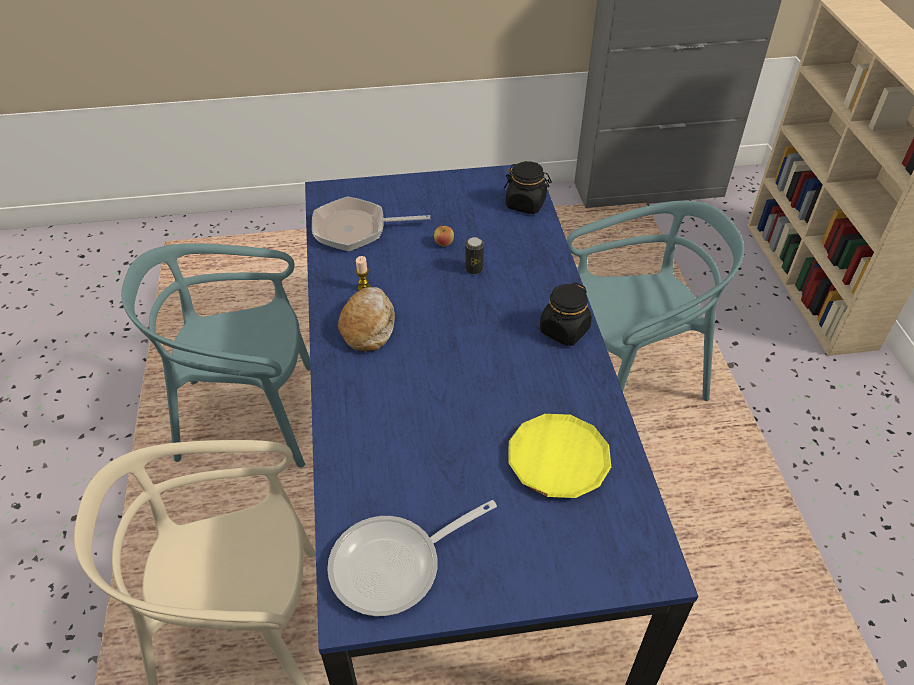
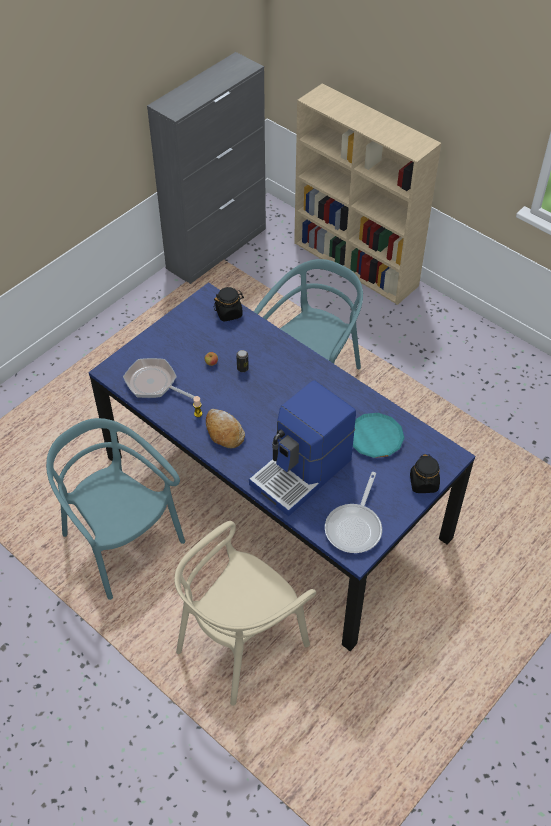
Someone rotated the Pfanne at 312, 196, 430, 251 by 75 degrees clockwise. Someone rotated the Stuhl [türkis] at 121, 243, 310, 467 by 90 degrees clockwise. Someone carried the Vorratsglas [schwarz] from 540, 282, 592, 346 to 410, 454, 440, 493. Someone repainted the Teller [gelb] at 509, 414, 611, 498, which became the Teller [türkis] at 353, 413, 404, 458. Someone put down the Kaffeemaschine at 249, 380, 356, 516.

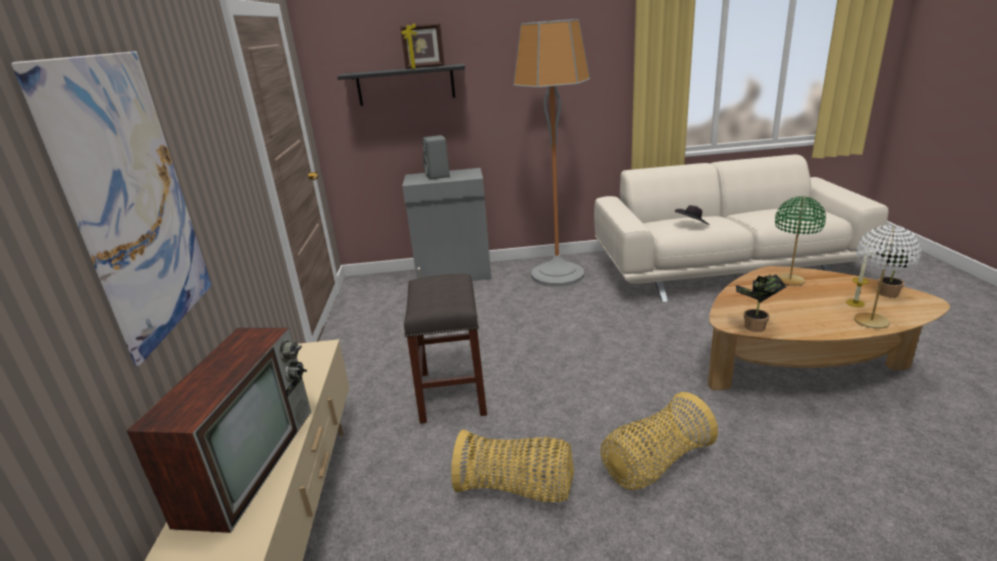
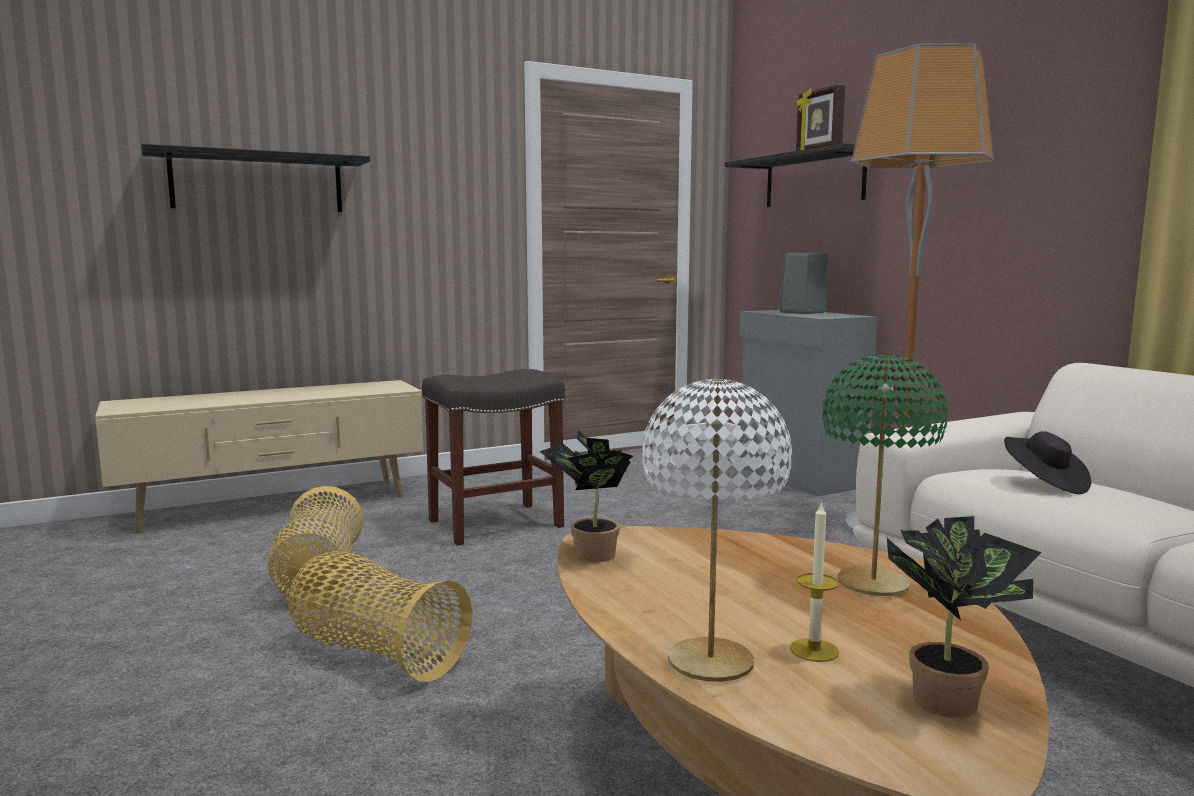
Someone swapped the Bild at 11, 51, 212, 366 for the Wandregal [schwarz] at 141, 144, 370, 212. Someone took away the Fernseher at 126, 328, 311, 533.

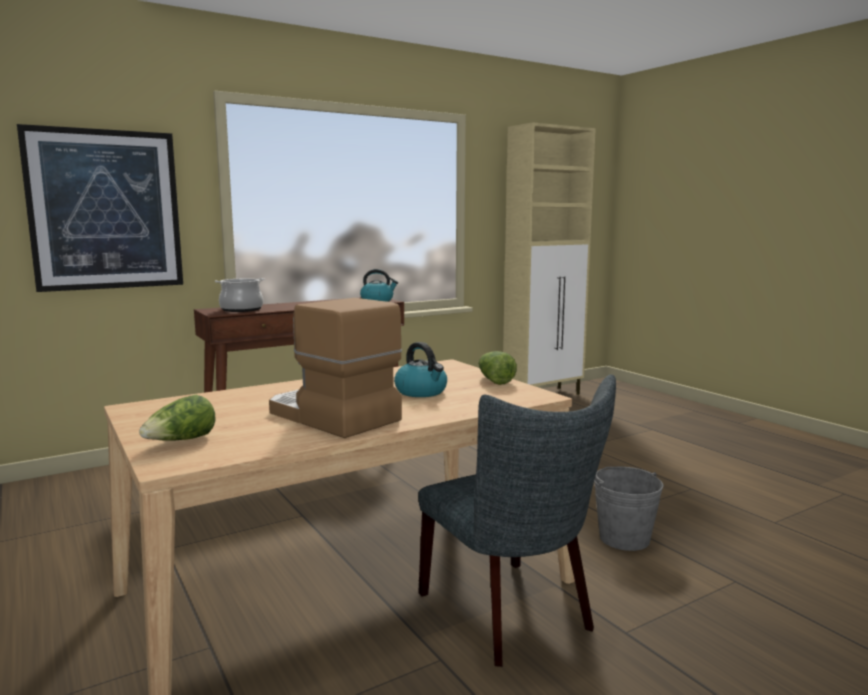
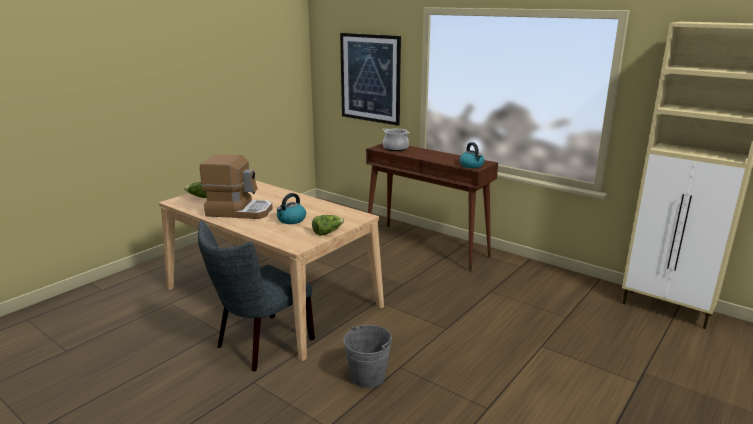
Someone rotated the Kaffeemaschine at 269, 298, 402, 438 by 75 degrees clockwise.

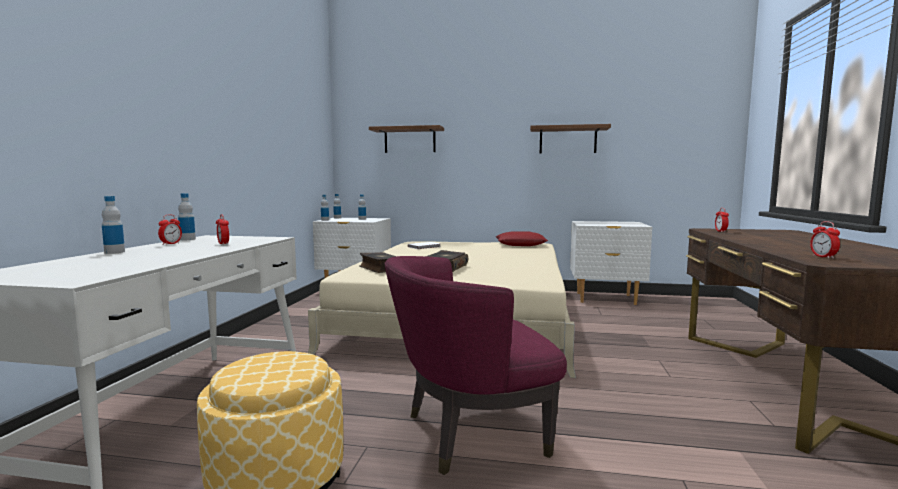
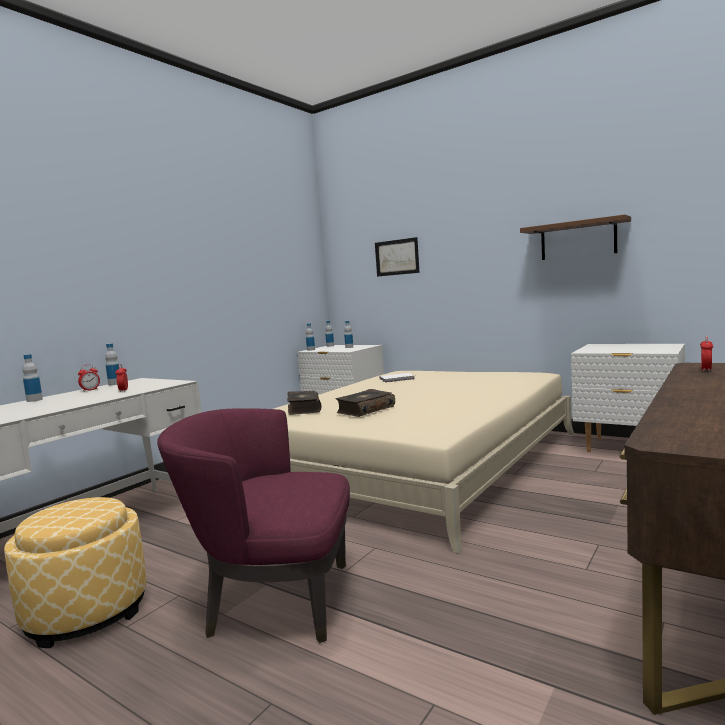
Someone swapped the Wandregal [braun] at 369, 125, 444, 153 for the Bild at 375, 237, 420, 277. Someone took away the Wecker at 810, 221, 840, 259. Someone took away the Kissen [rot] at 496, 231, 548, 246.

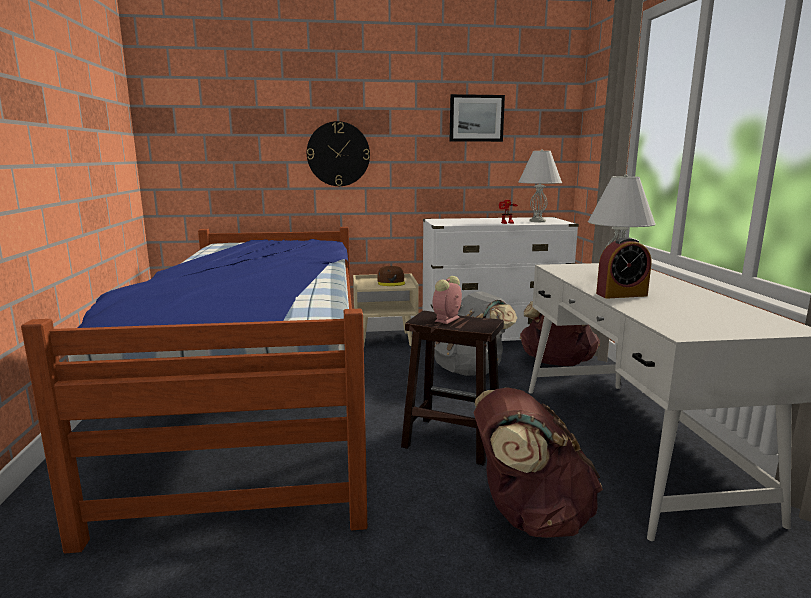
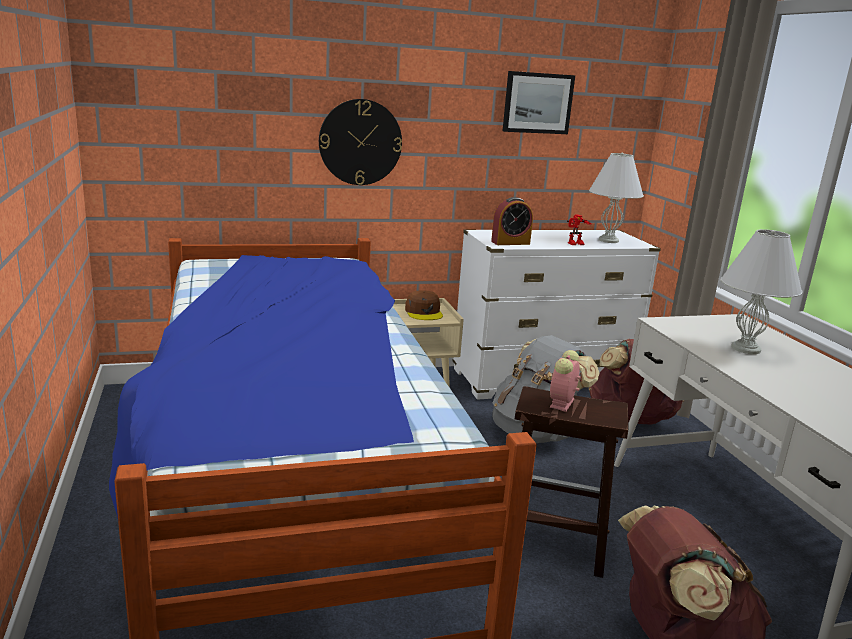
Someone carried the Wecker from 596, 237, 651, 299 to 491, 197, 533, 245.

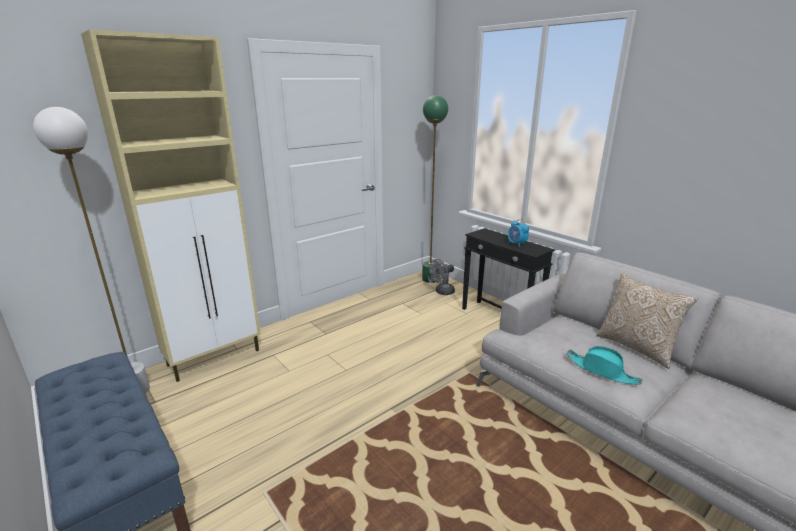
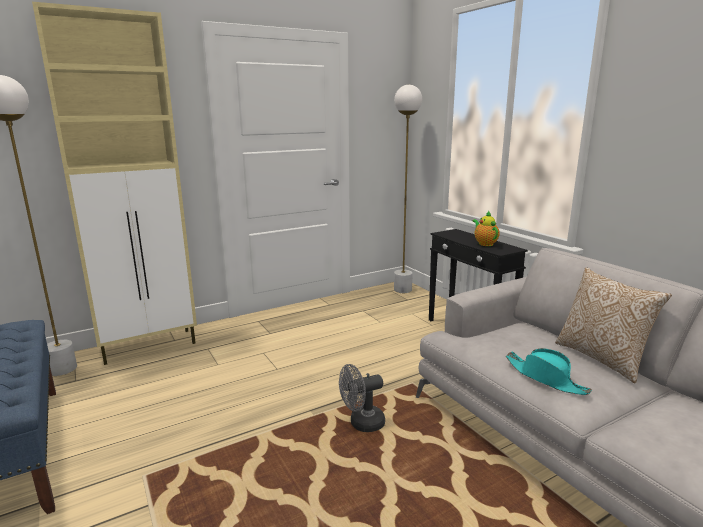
Someone repainted the Stehlampe [grün] at 422, 95, 448, 283, which became the Stehlampe [weiß] at 394, 85, 422, 293. Someone swapped the Wecker at 508, 219, 529, 247 for the Teekanne at 472, 211, 500, 246. Someone carried the Ventilator [grau] from 430, 259, 455, 295 to 339, 364, 385, 432.

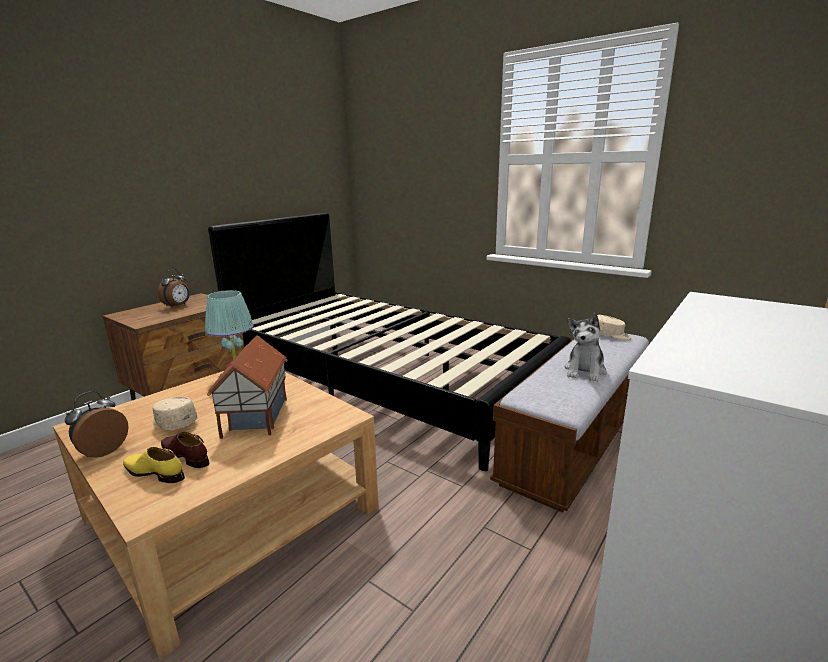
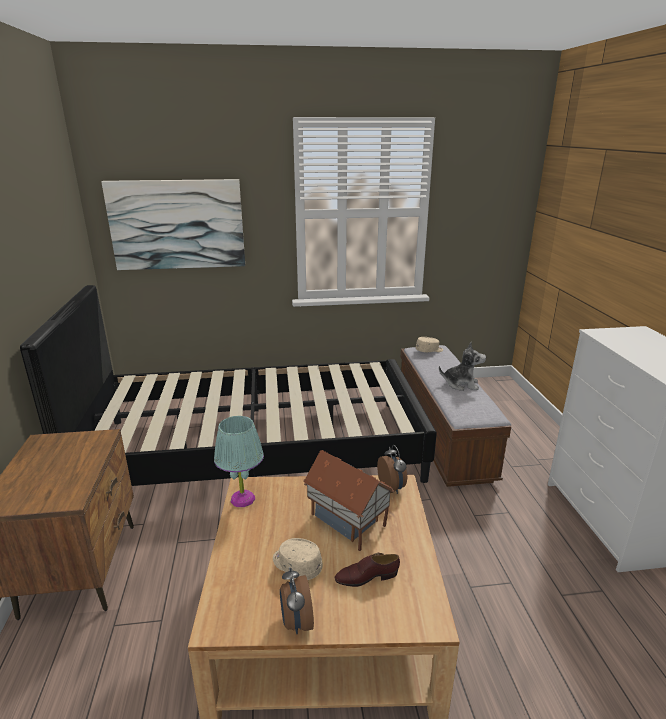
Someone carried the Wecker from 158, 269, 190, 308 to 377, 445, 407, 494. Someone rotated the Plüschtier at 564, 313, 607, 382 by 60 degrees counterclockwise. Someone rotated the Kappe [beige] at 153, 397, 198, 430 by 45 degrees clockwise. Someone took away the Schuh [gelb] at 123, 447, 185, 483. Someone put up the Bild at 101, 179, 245, 270.

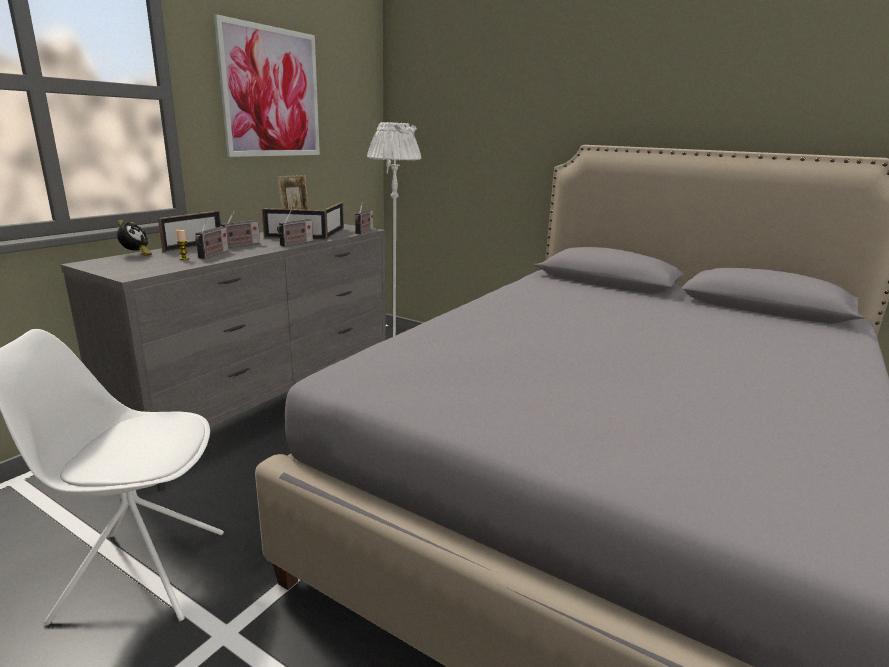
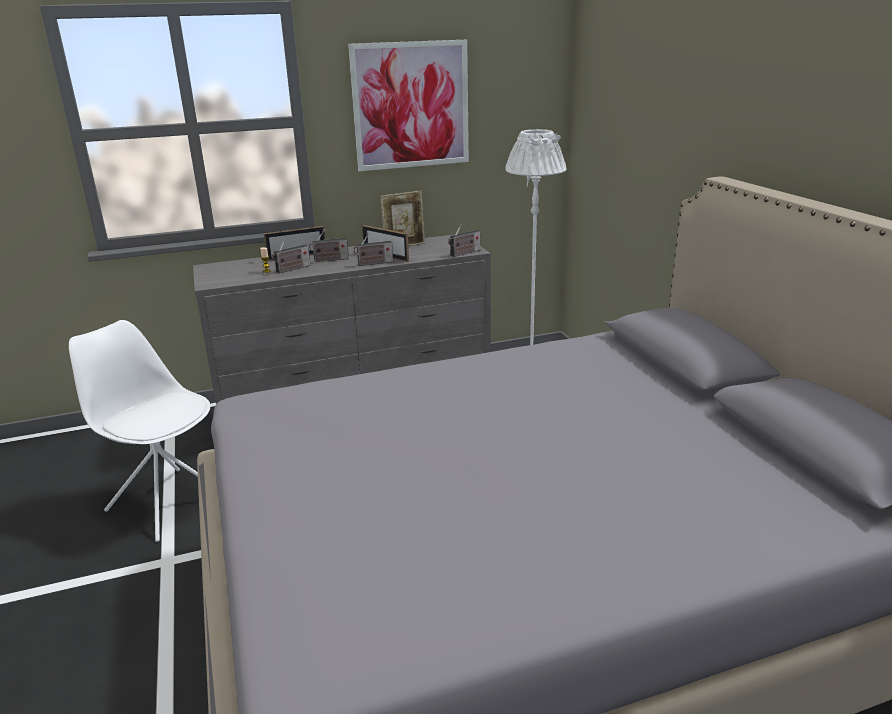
Someone took away the Bilderrahmen at 324, 202, 344, 239. Someone took away the Wecker at 117, 220, 152, 256.

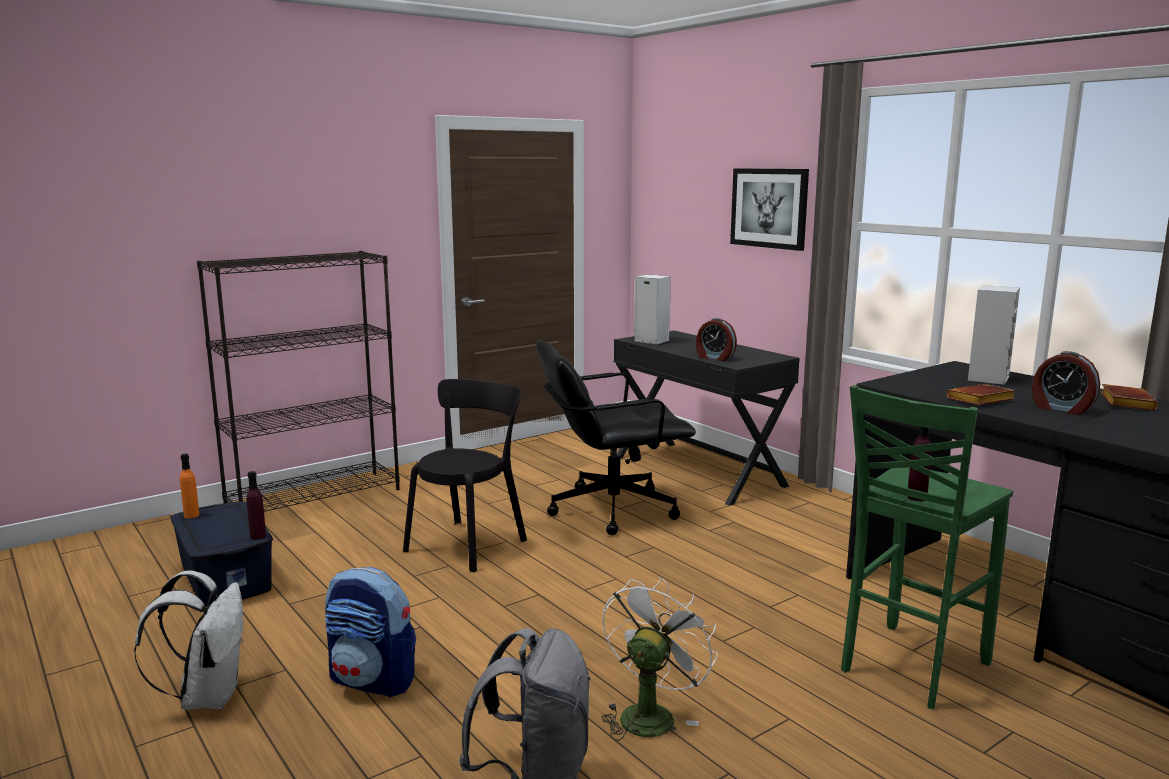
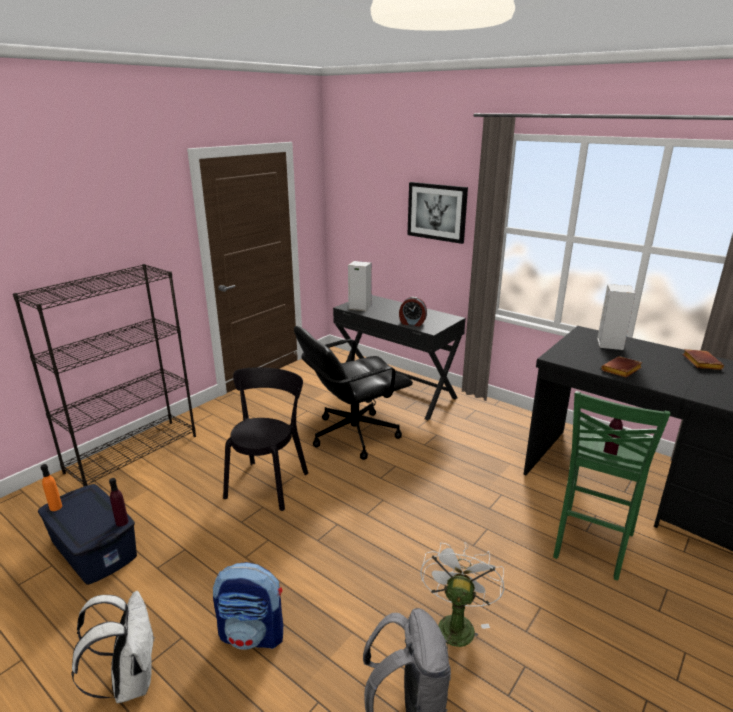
Someone took away the Wecker at 1032, 351, 1100, 415.

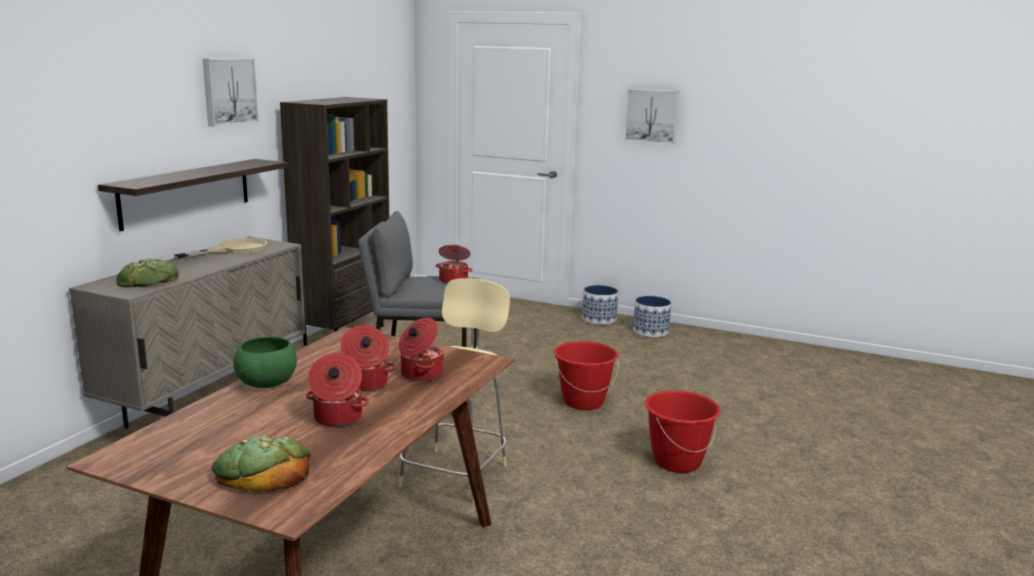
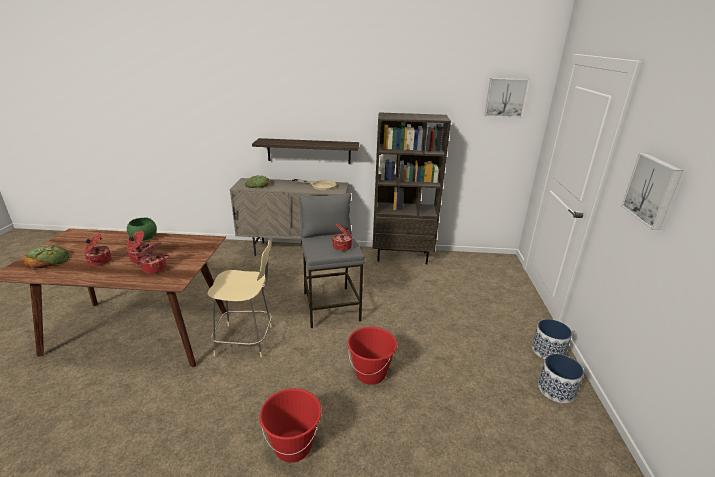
Someone carried the Bild from 203, 58, 259, 127 to 484, 78, 529, 118.

